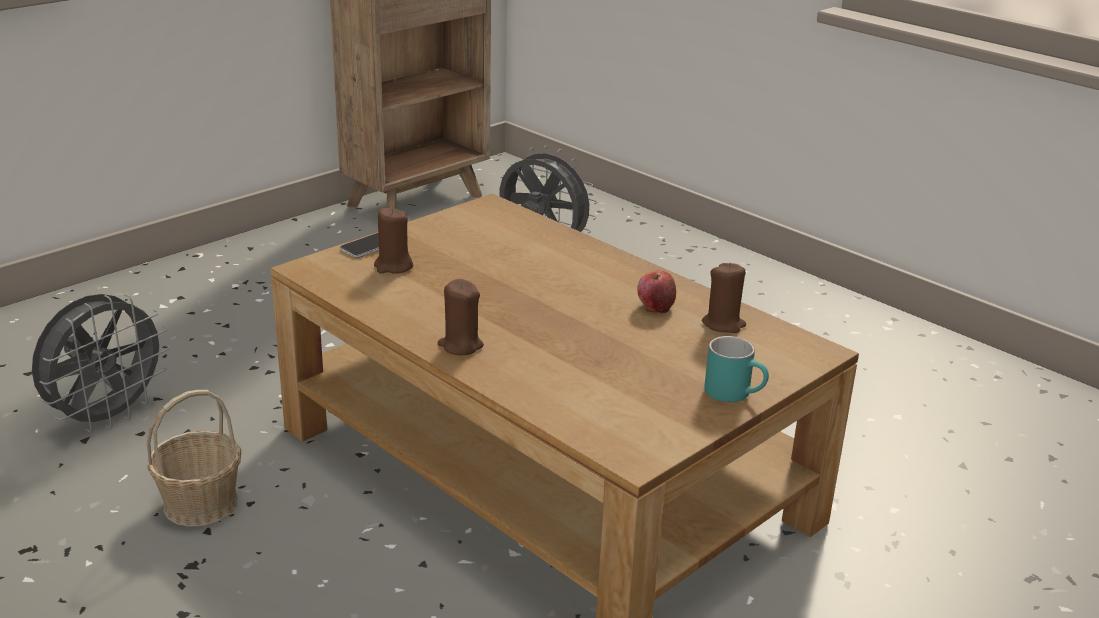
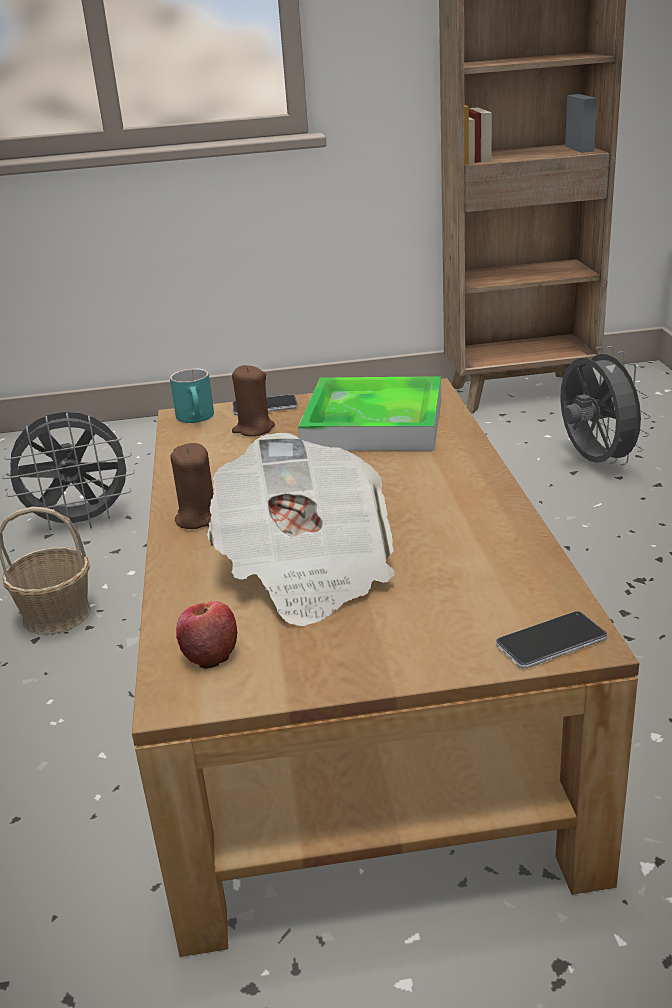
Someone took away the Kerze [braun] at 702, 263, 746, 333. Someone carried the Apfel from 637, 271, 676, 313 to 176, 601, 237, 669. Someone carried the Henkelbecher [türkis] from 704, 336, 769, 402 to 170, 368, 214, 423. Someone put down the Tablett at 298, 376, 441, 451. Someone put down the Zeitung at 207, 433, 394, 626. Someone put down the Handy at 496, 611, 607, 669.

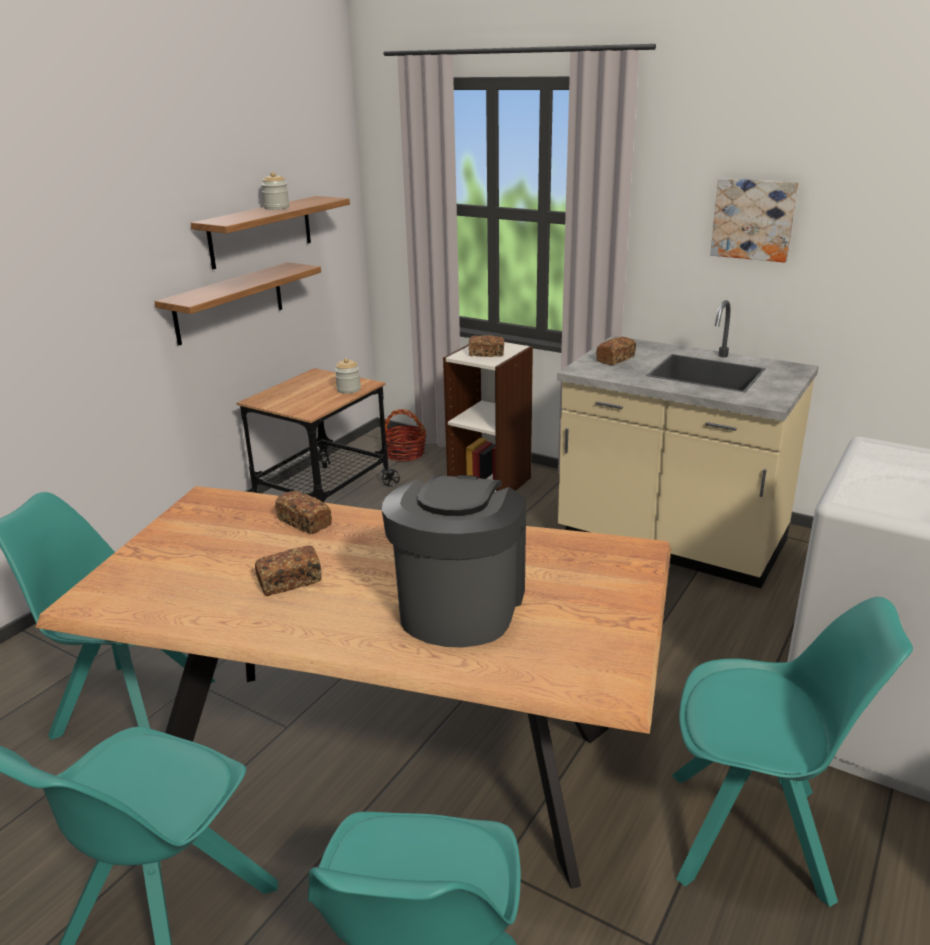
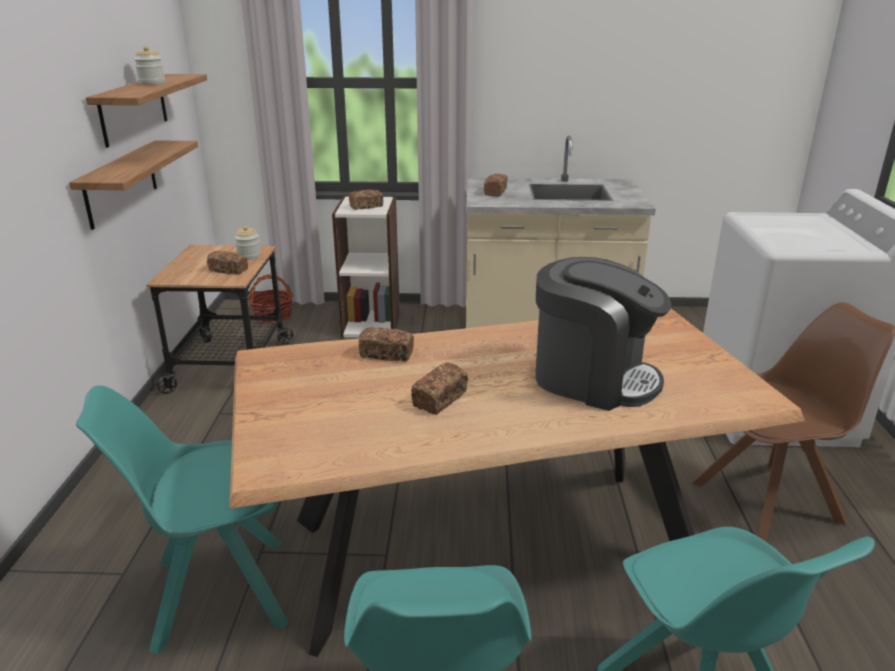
Someone took away the Bild at 710, 178, 798, 262. Someone rotated the Kaffeemaschine at 382, 475, 526, 648 by 135 degrees clockwise. Someone repainted the Stuhl [türkis] at 672, 597, 913, 907, which became the Stuhl [braun] at 692, 302, 895, 542. Someone put down the Brot at 207, 251, 248, 275.

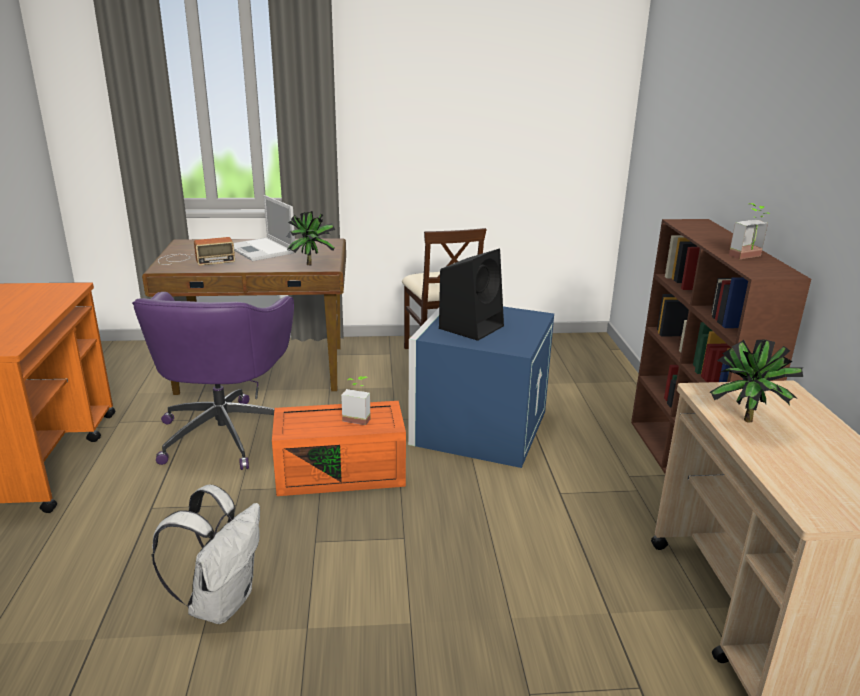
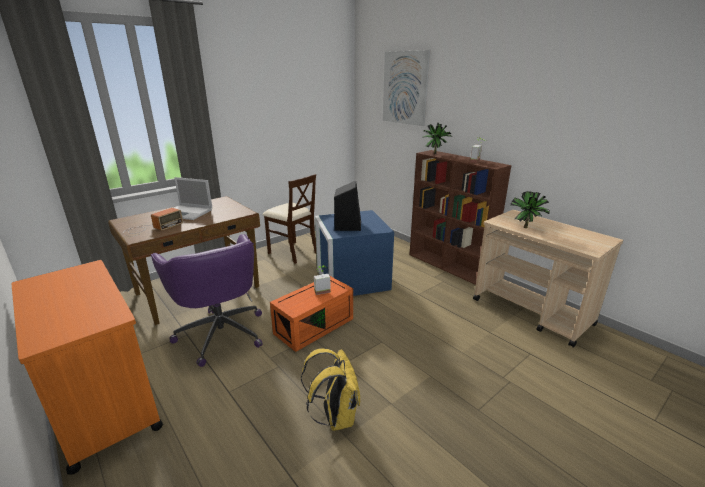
Someone carried the Topfpflanze from 287, 211, 335, 265 to 422, 123, 452, 154. Someone repainted the Rucksack [weiß] at 152, 484, 260, 624, which became the Rucksack [gelb] at 301, 348, 360, 431. Someone put up the Bild at 383, 50, 430, 126.

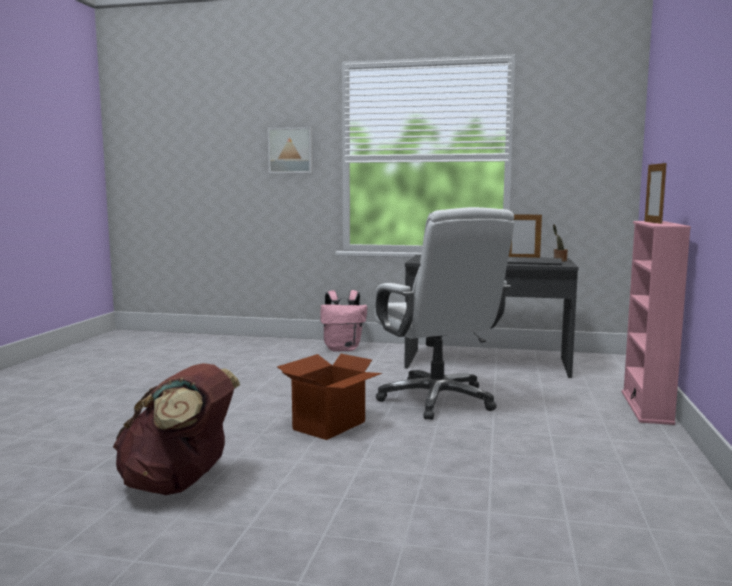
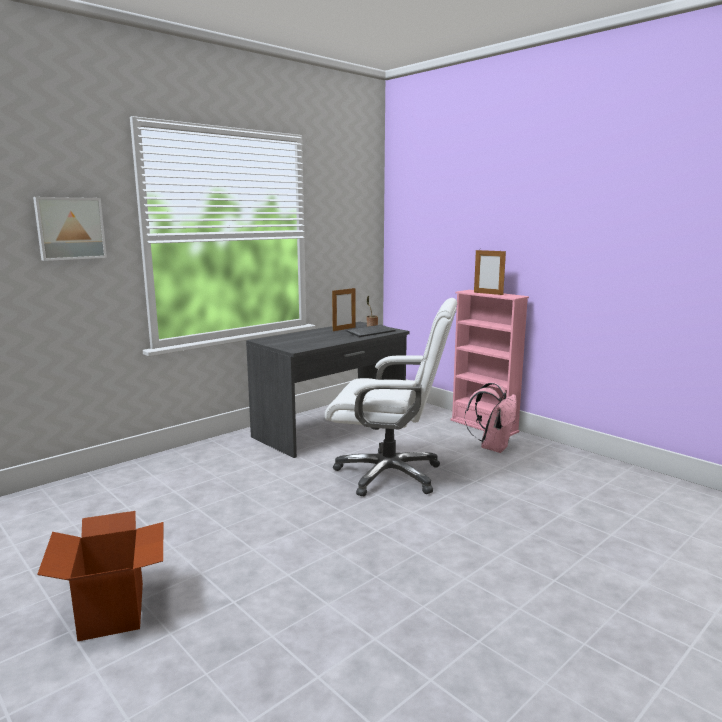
Someone carried the Rucksack [rosa] from 320, 290, 367, 352 to 465, 382, 517, 453. Someone carried the Karton from 277, 354, 382, 440 to 37, 511, 163, 641. Someone took away the Rucksack [braun] at 113, 363, 240, 495.

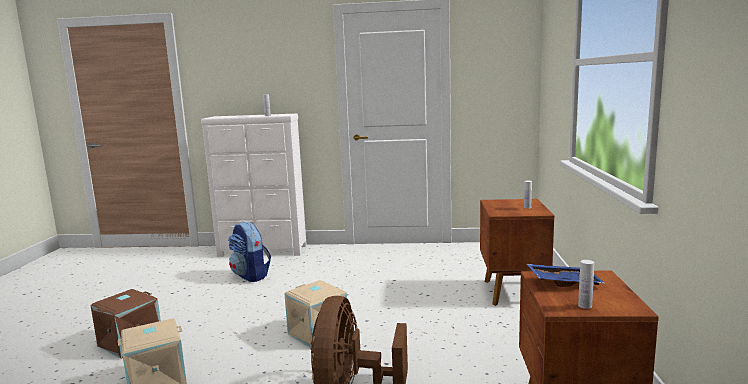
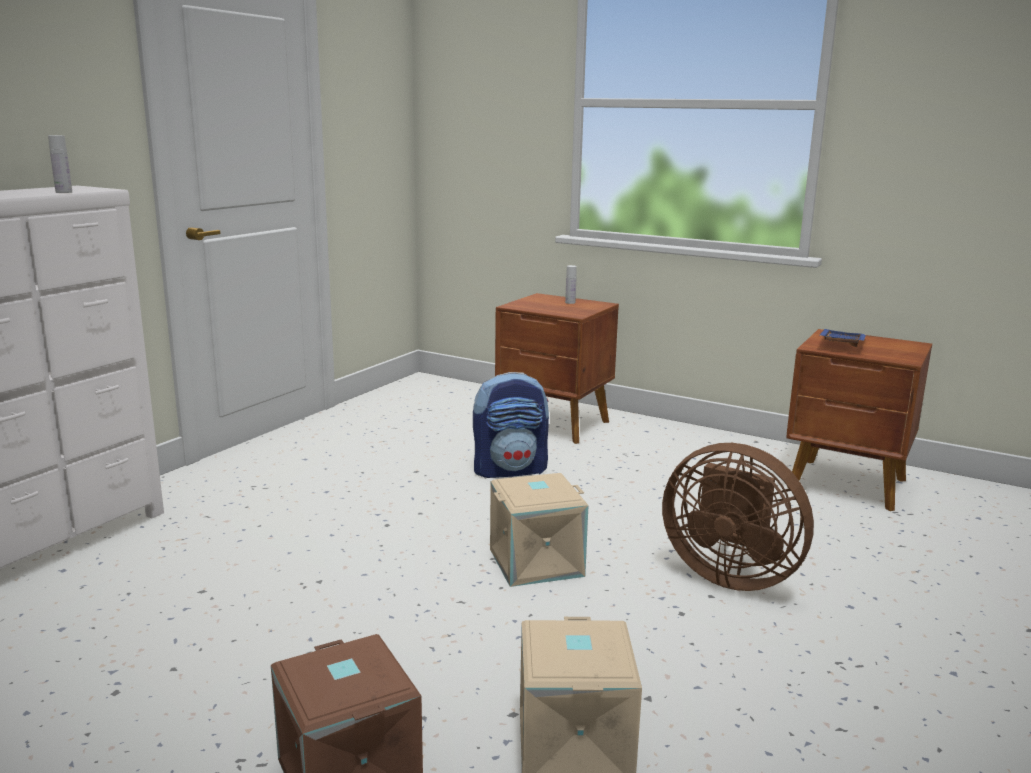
Someone carried the Rucksack from 228, 222, 271, 282 to 473, 372, 549, 478. Someone took away the Flasche [weiß] at 578, 260, 594, 309.

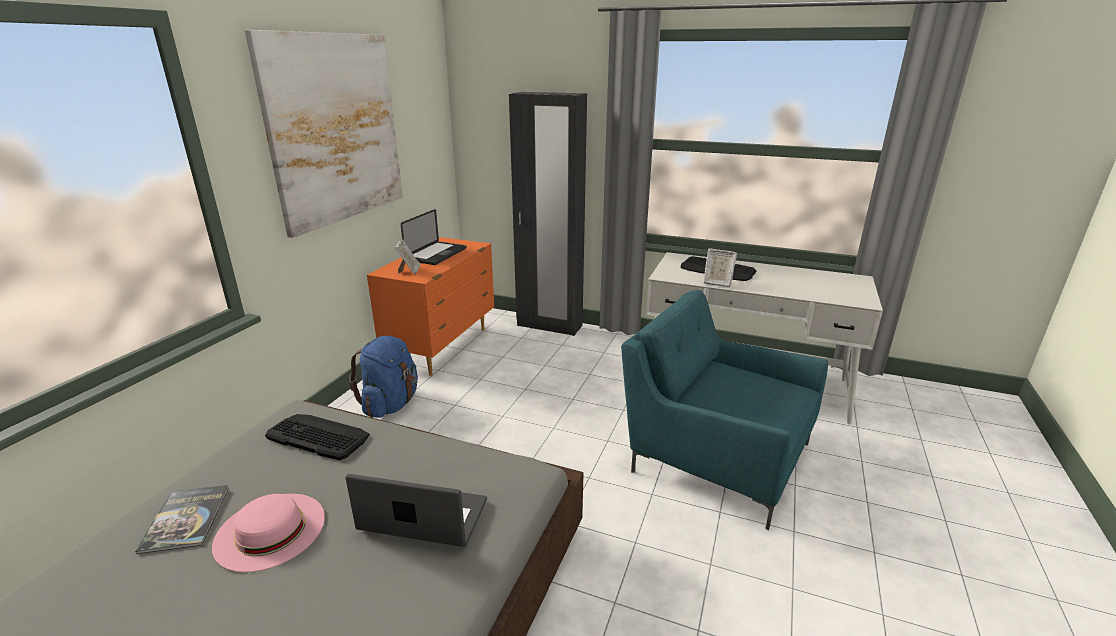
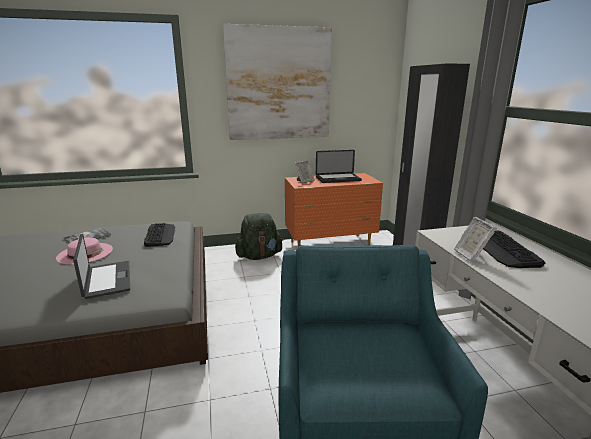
Someone repainted the Rucksack [blau] at 349, 336, 418, 418, which became the Rucksack [grün] at 235, 213, 283, 260.

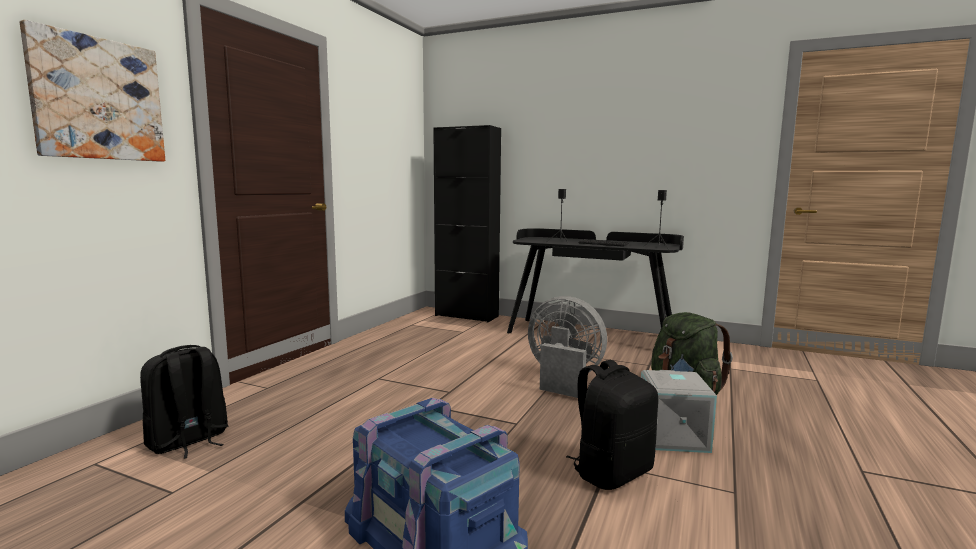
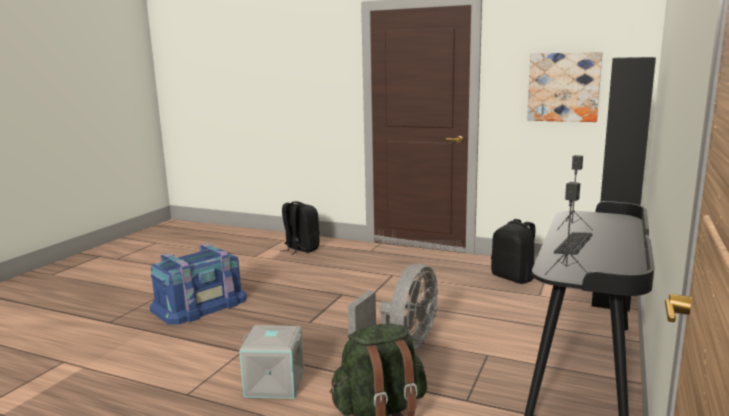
Someone carried the Bild from 19, 20, 165, 162 to 527, 52, 602, 122. Someone carried the Rucksack [schwarz] from 566, 360, 658, 490 to 491, 219, 536, 284.

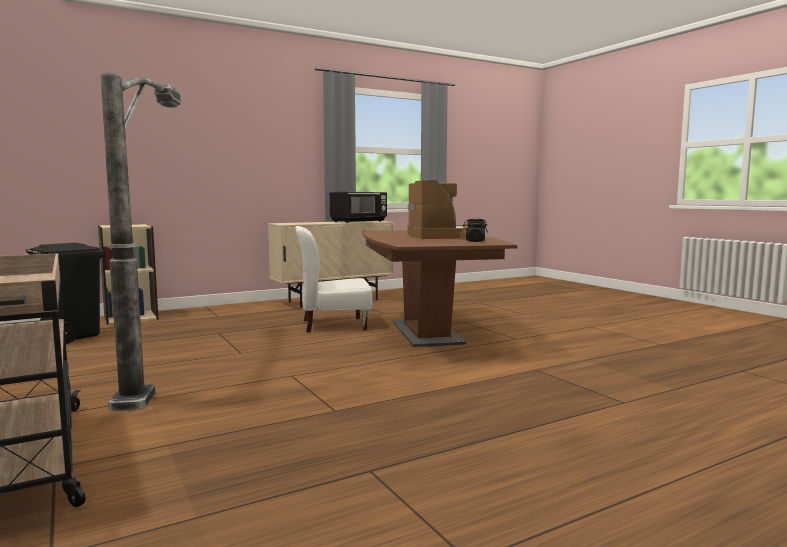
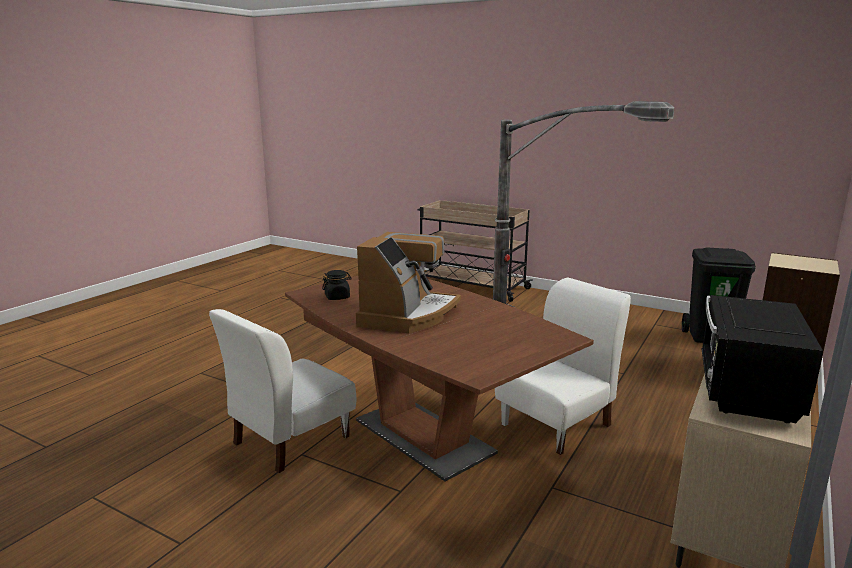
Someone rotated the Kaffeemaschine at 407, 180, 467, 239 by 120 degrees counterclockwise. Someone put down the Stuhl [weiß] at 209, 309, 356, 473.

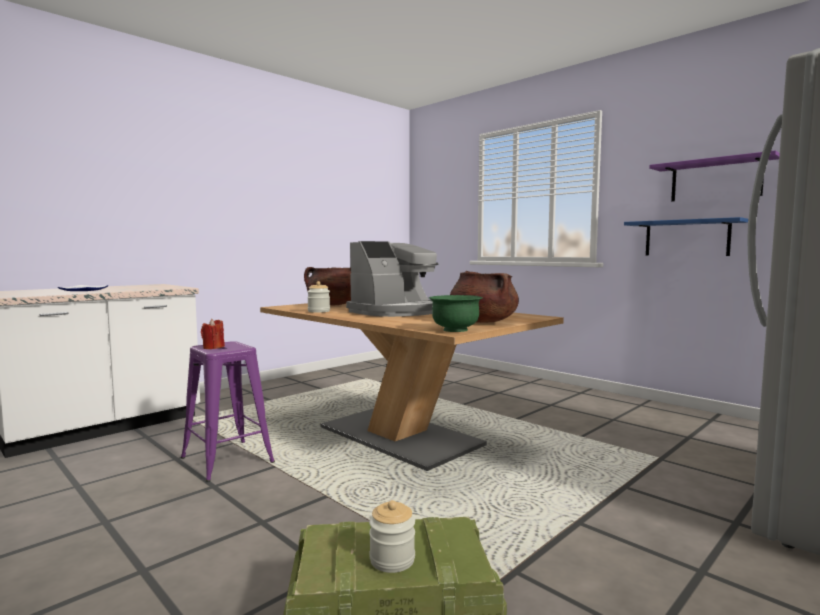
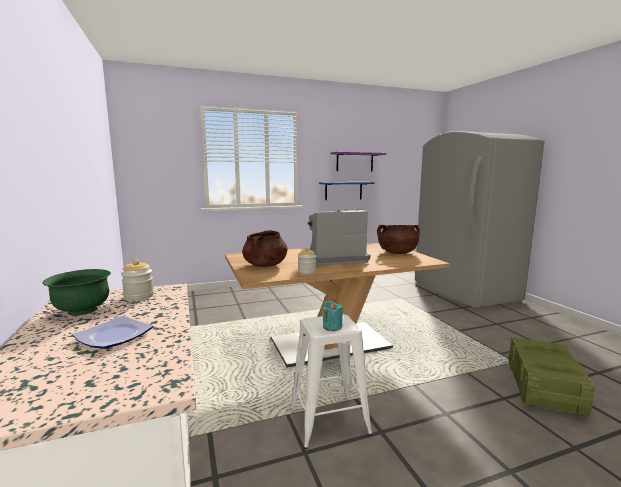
Someone rotated the Kaffeemaschine at 346, 241, 438, 317 by 90 degrees counterclockwise. Someone carried the Schüssel [grün] from 429, 295, 482, 332 to 42, 269, 111, 316. Someone repainted the Kerze [rot] at 201, 319, 225, 349, which became the Kerze [türkis] at 323, 301, 343, 331. Someone repainted the Hocker [lila] at 181, 341, 275, 482, which became the Hocker [weiß] at 290, 314, 373, 449. Someone carried the Vorratsglas from 369, 500, 415, 573 to 121, 260, 154, 301.

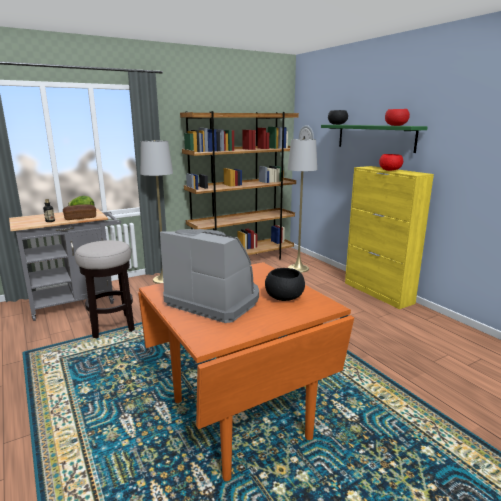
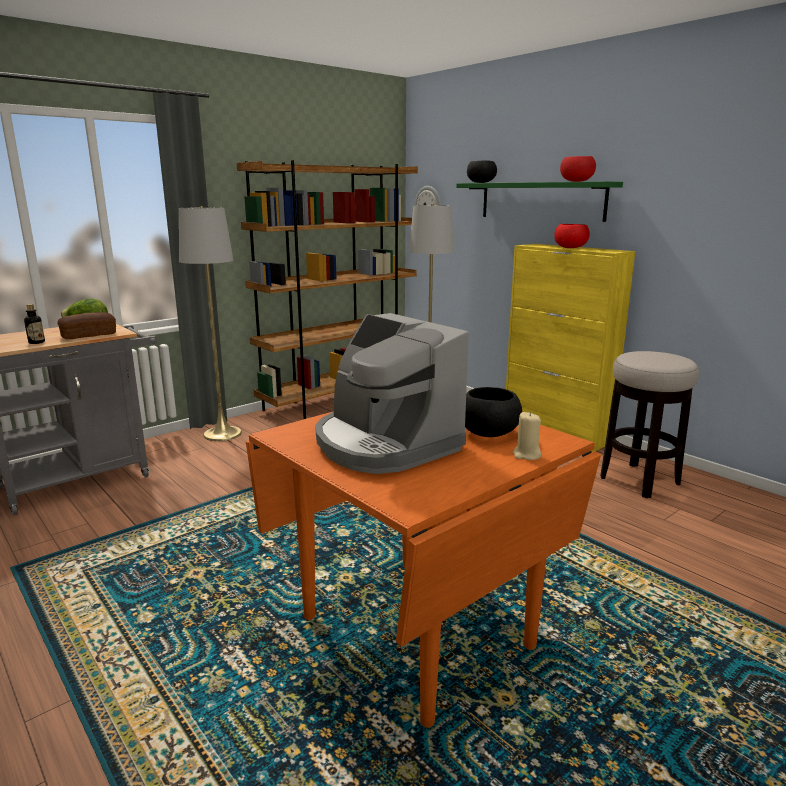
Someone rotated the Kaffeemaschine at 160, 229, 259, 323 by 150 degrees counterclockwise. Someone carried the Hocker from 75, 240, 135, 338 to 600, 351, 699, 498. Someone put down the Kerze [beige] at 513, 412, 541, 460.

